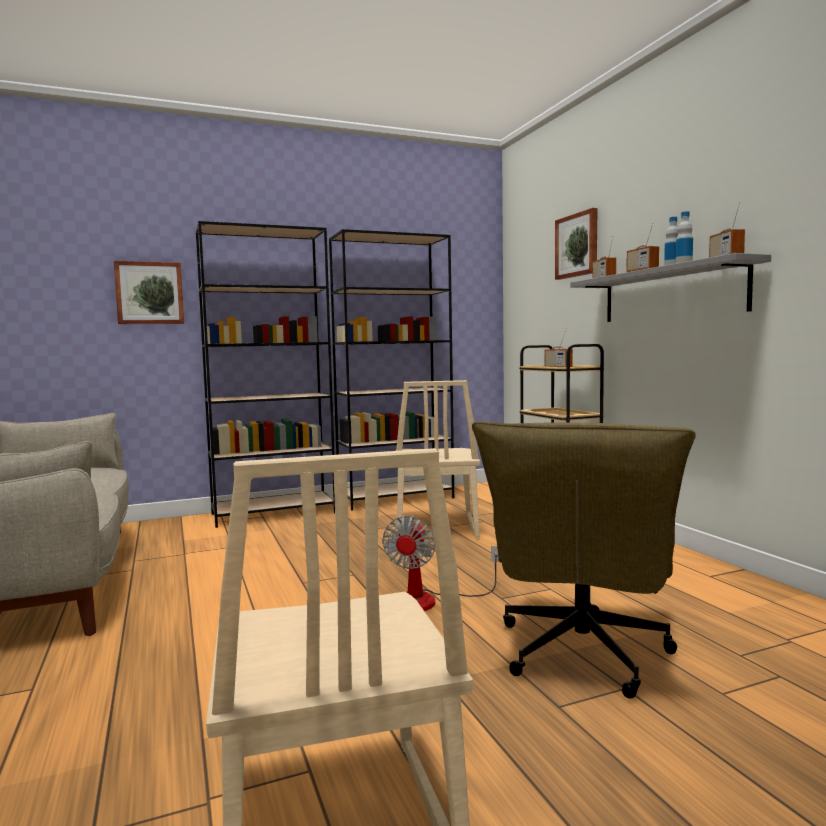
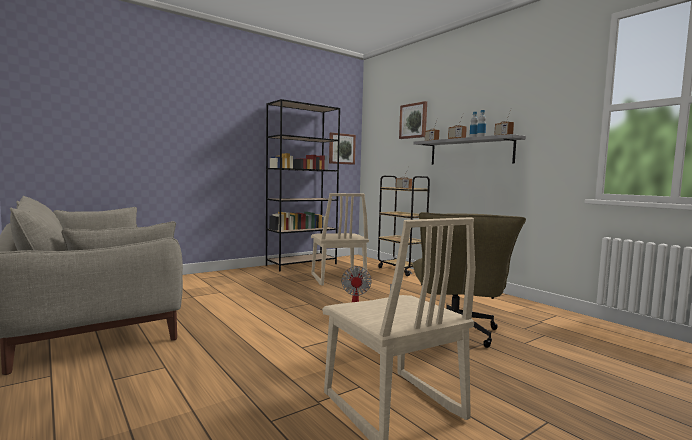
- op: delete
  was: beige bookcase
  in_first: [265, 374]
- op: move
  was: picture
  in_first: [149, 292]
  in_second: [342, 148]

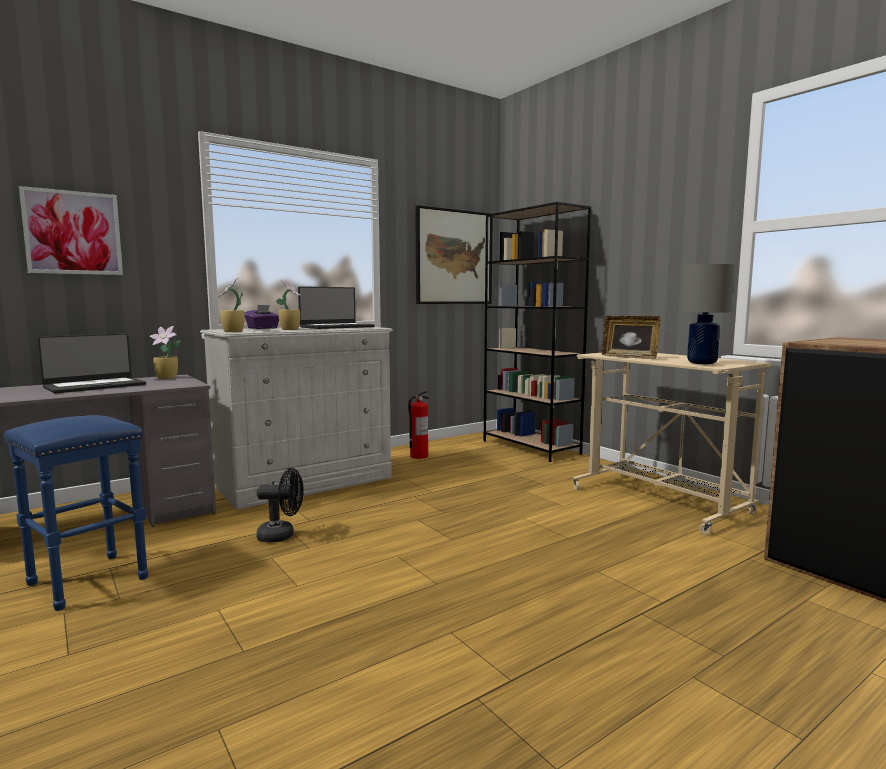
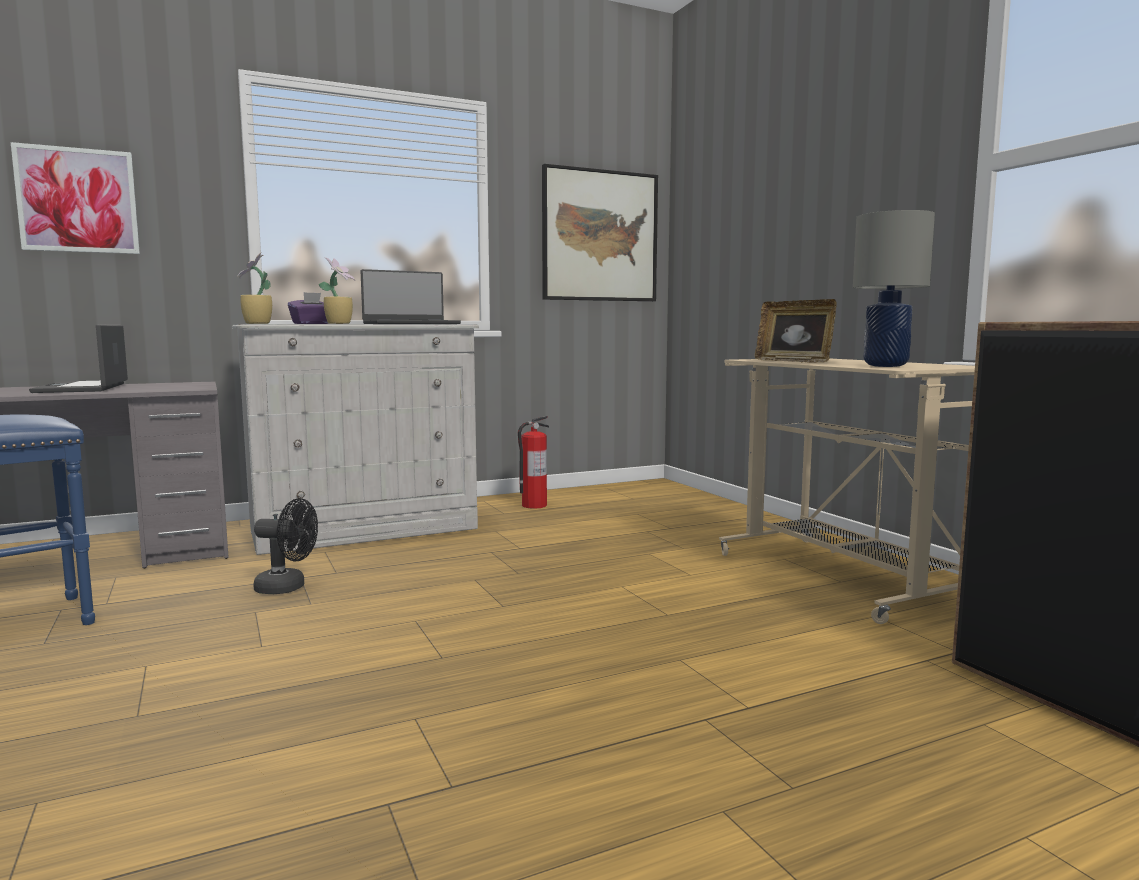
- op: delete
  was: potted plant
  in_first: [165, 352]
- op: delete
  was: beige bookcase
  in_first: [537, 332]
- op: rotate
  was: laptop
  in_first: [91, 363]
  in_second: [78, 358]
  clockwise: 105

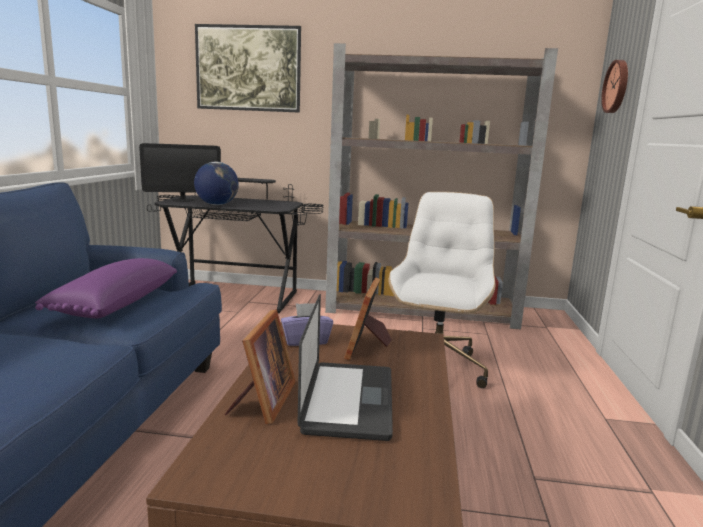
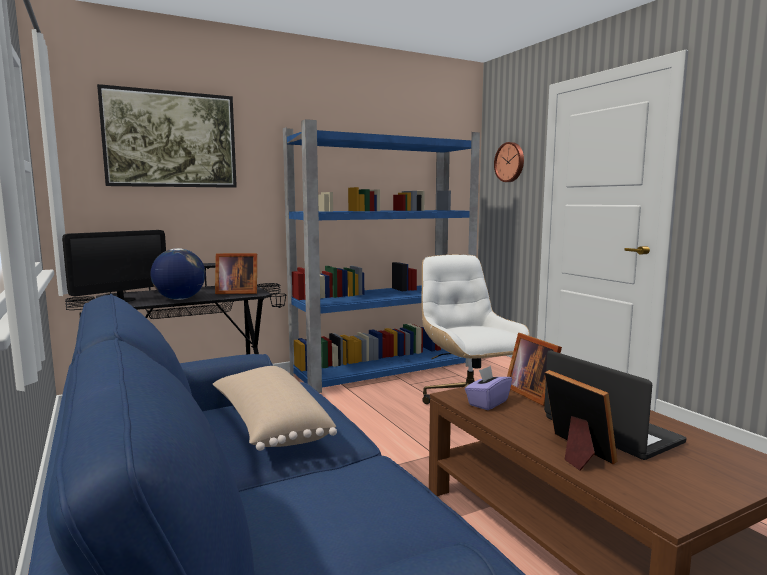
- op: insert
  now: picture frame
  in_second: [236, 273]
- op: recolor
  was: purple pillow
  now: beige pillow
  in_first: [106, 288]
  in_second: [275, 408]
- op: recolor
  was: brown bookcase
  now: blue bookcase
  in_first: [441, 186]
  in_second: [381, 256]

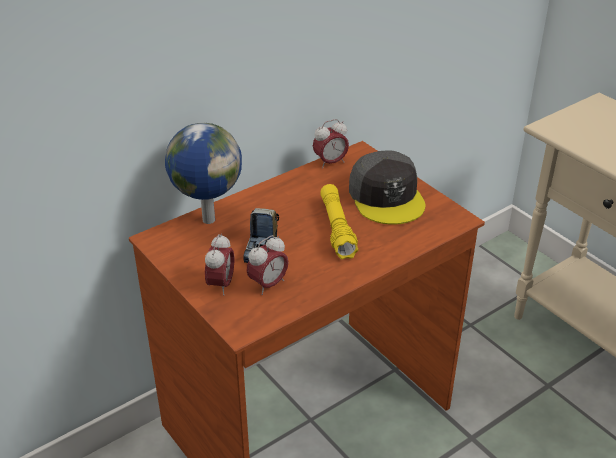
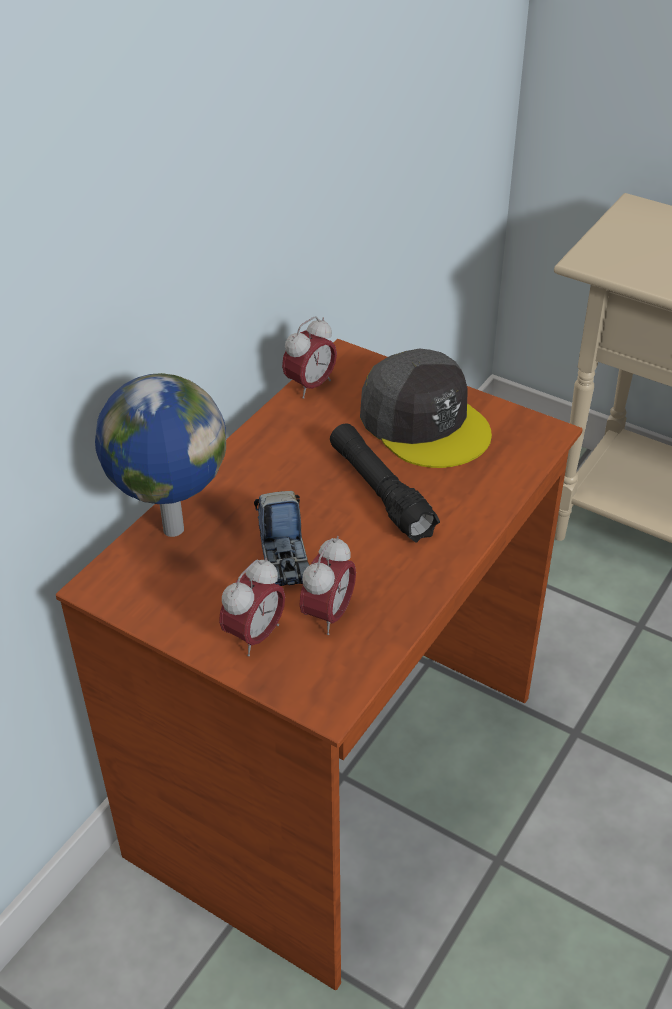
- op: recolor
  was: yellow flashlight
  now: black flashlight
  in_first: [339, 222]
  in_second: [385, 483]
- op: rotate
  was: alarm clock
  in_first: [219, 264]
  in_second: [252, 607]
  clockwise: 45

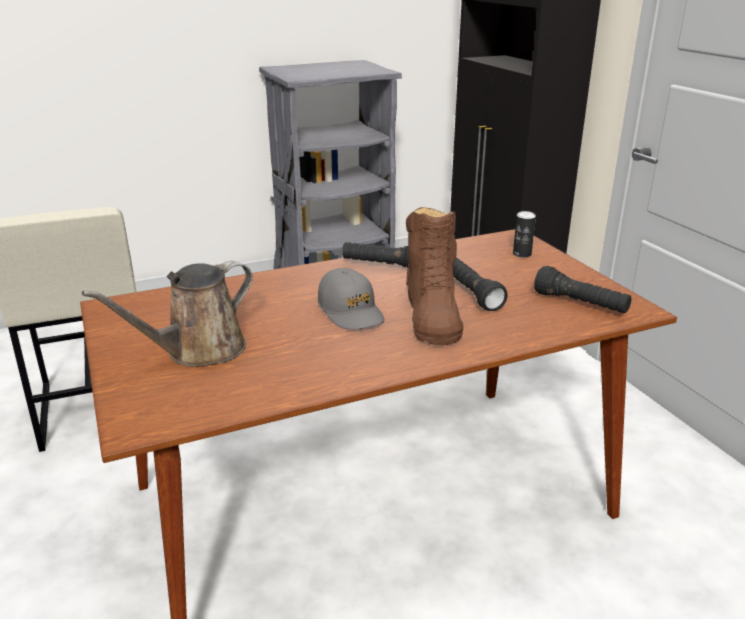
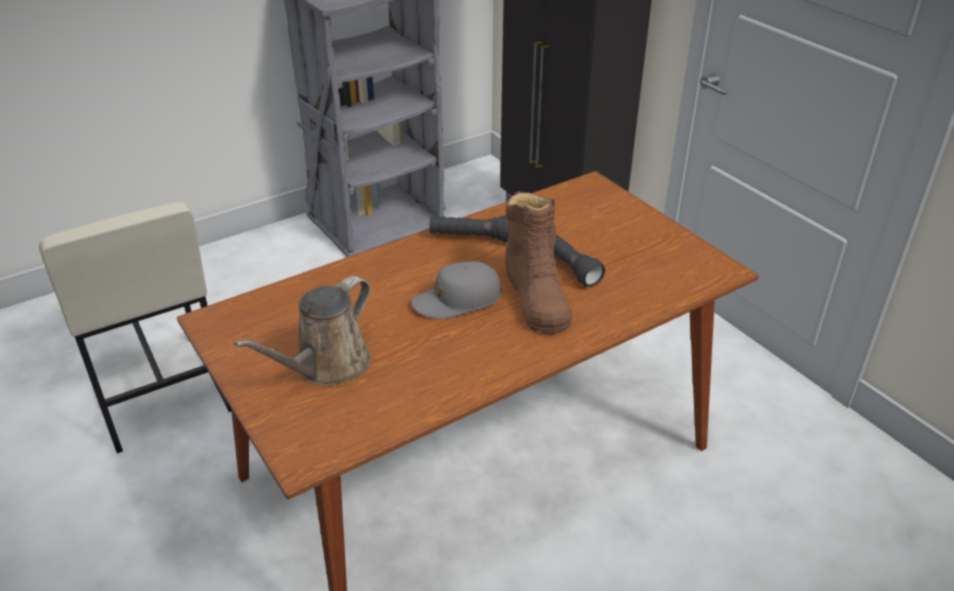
- op: delete
  was: can
  in_first: [524, 234]
- op: delete
  was: black flashlight
  in_first: [583, 290]
- op: rotate
  was: grey cap
  in_first: [351, 298]
  in_second: [456, 290]
  clockwise: 105

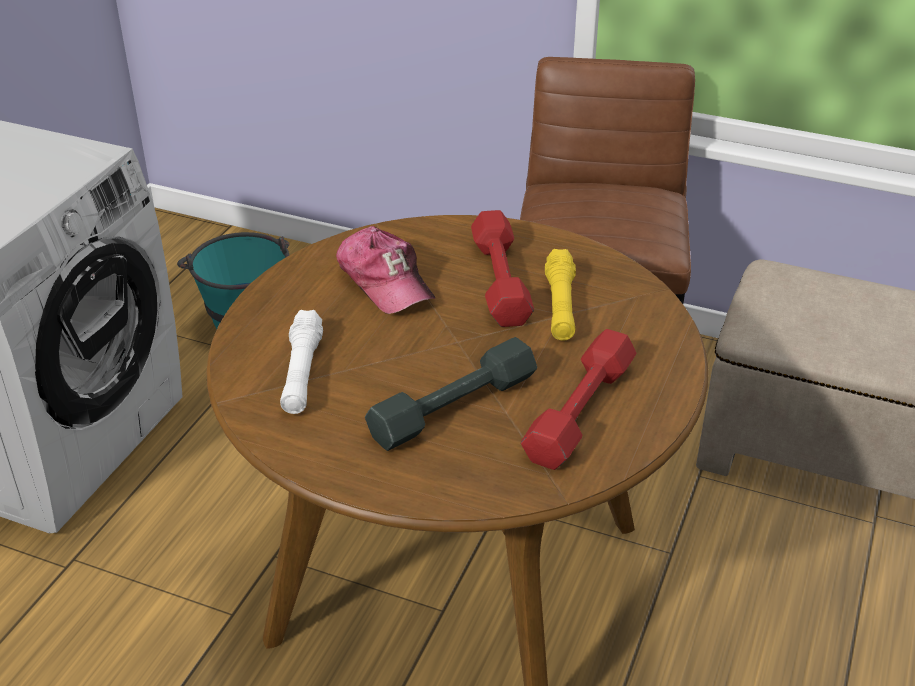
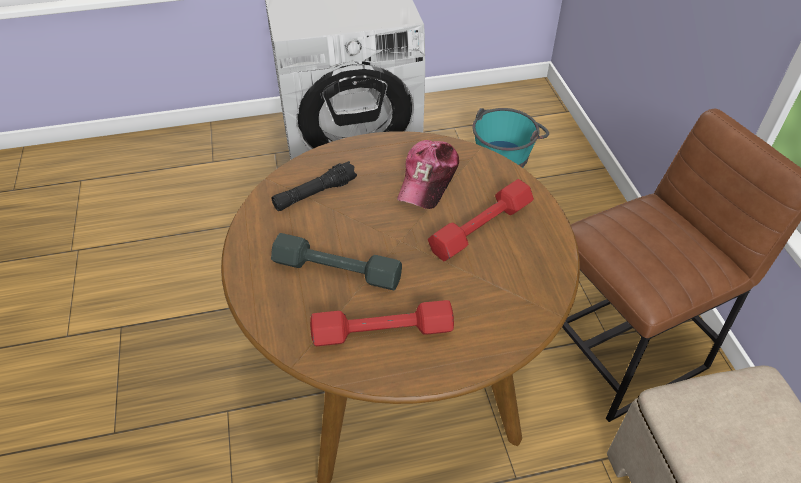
- op: delete
  was: yellow flashlight
  in_first: [560, 295]
- op: recolor
  was: white flashlight
  now: black flashlight
  in_first: [301, 362]
  in_second: [314, 186]

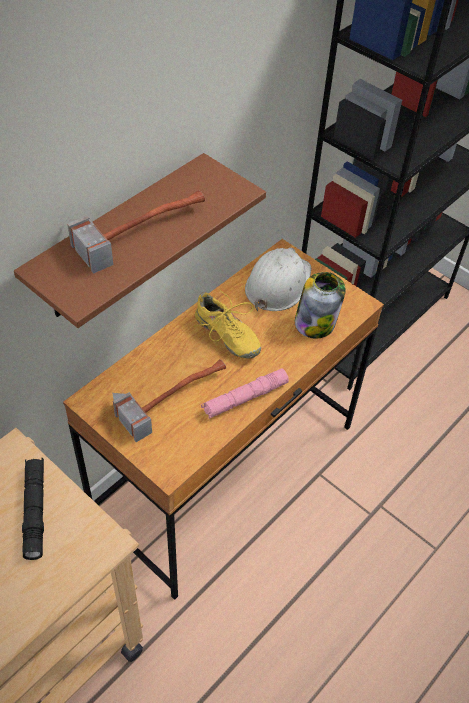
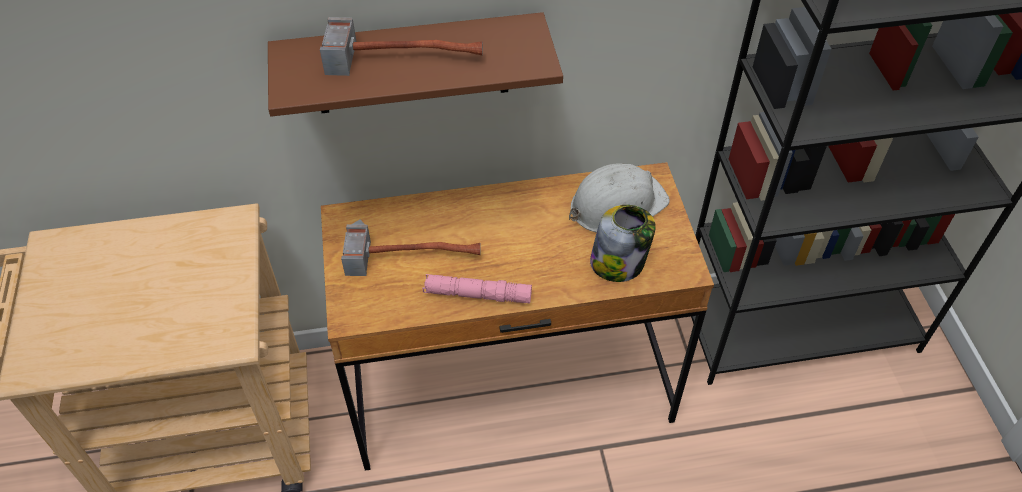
- op: delete
  was: black flashlight
  in_first: [33, 509]
- op: delete
  was: yellow shoe
  in_first: [227, 324]

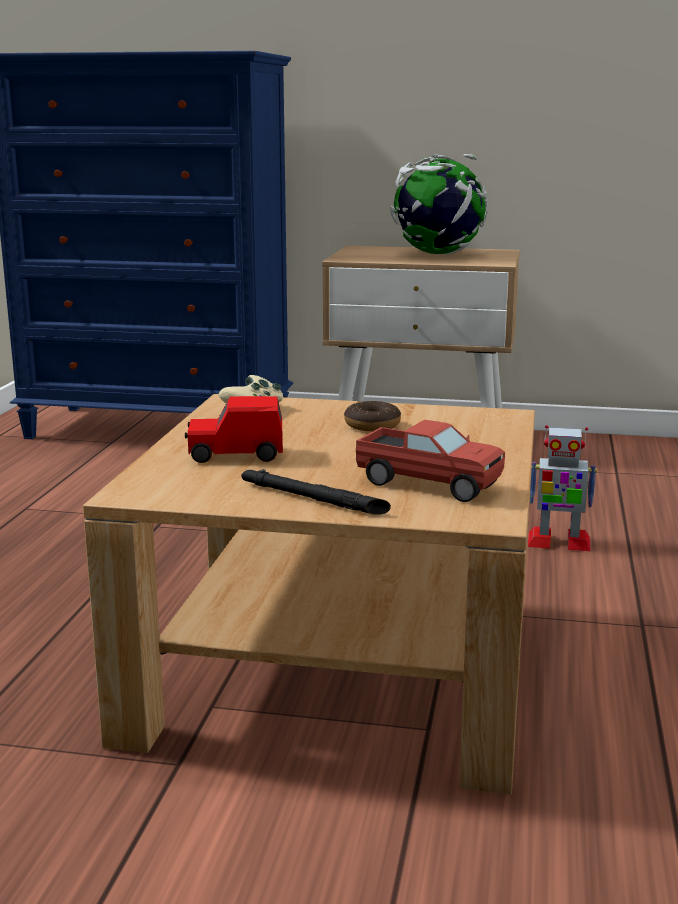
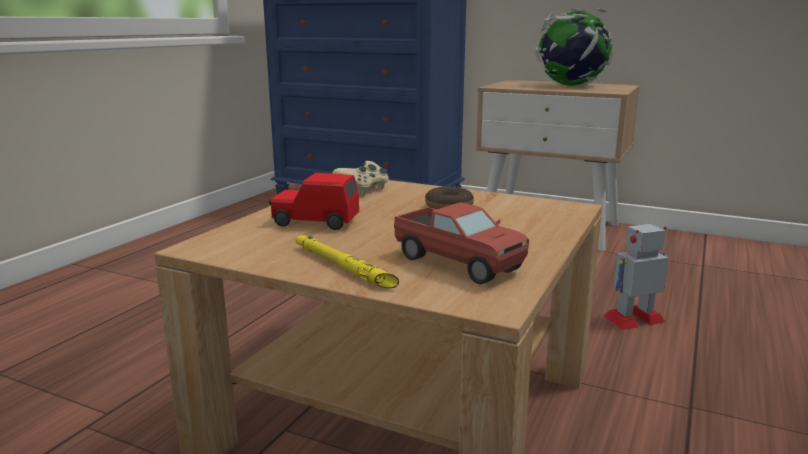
- op: recolor
  was: black flashlight
  now: yellow flashlight
  in_first: [316, 492]
  in_second: [347, 261]
- op: rotate
  was: toy robot
  in_first: [562, 488]
  in_second: [635, 277]
  clockwise: 135

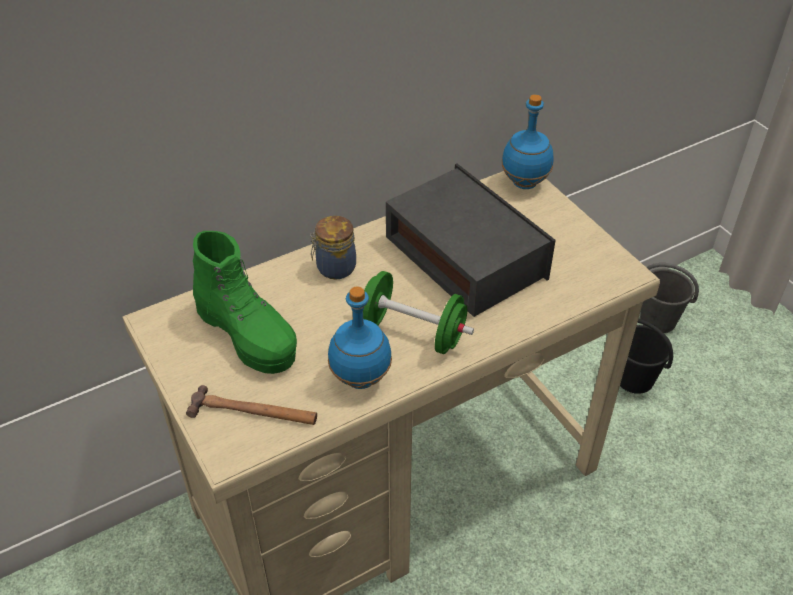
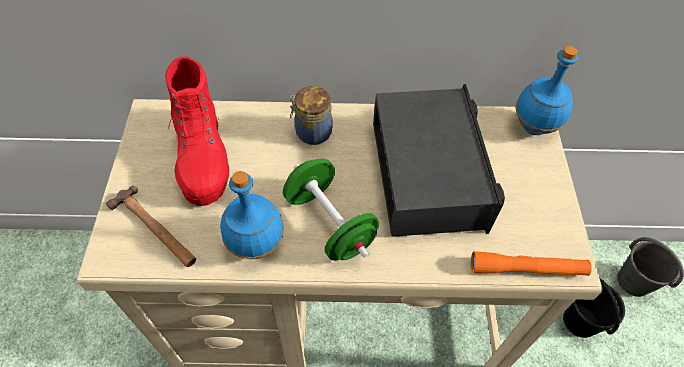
- op: insert
  now: orange flashlight
  in_second: [531, 263]
- op: recolor
  was: green boot
  now: red boot
  in_first: [245, 302]
  in_second: [197, 131]

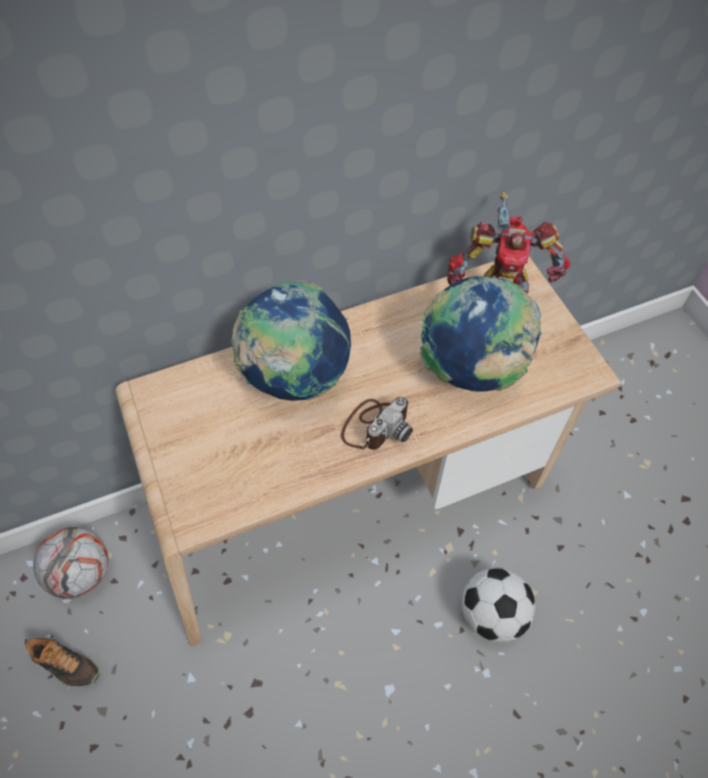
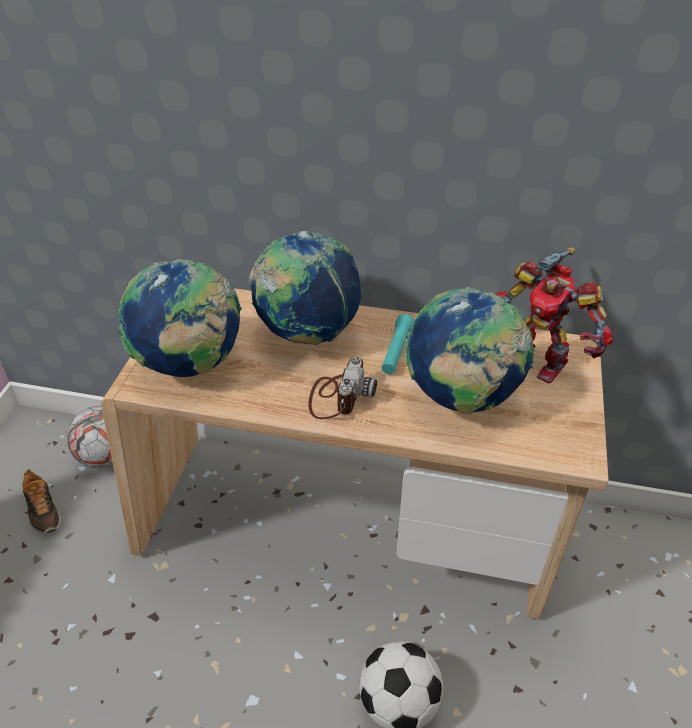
- op: insert
  now: globe
  in_second: [179, 318]
- op: insert
  now: turquoise flashlight
  in_second: [397, 344]
- op: rotate
  was: photo camera
  in_first: [377, 423]
  in_second: [343, 388]
  clockwise: -60

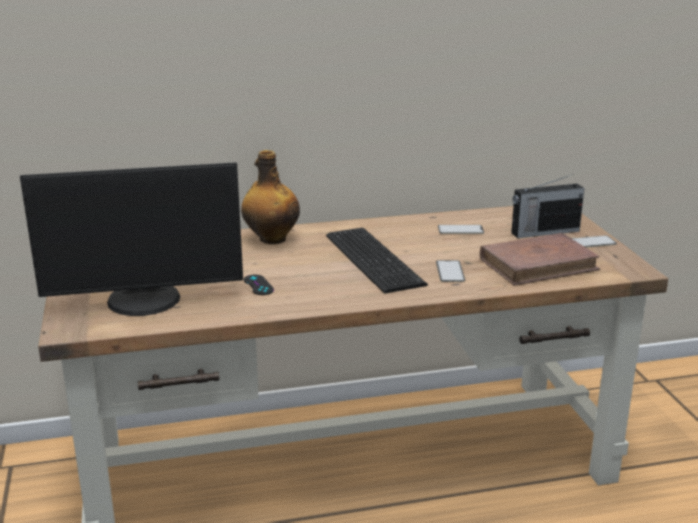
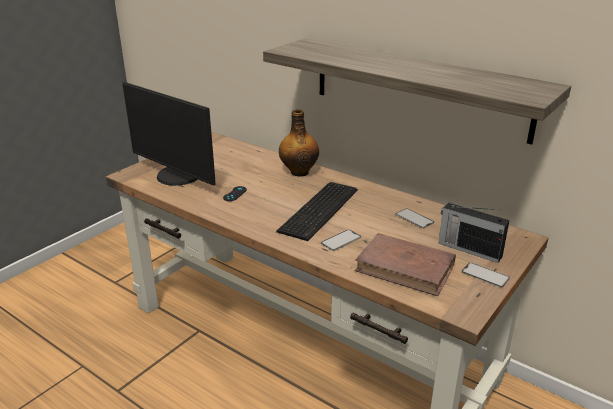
- op: insert
  now: shelf
  in_second: [417, 91]

